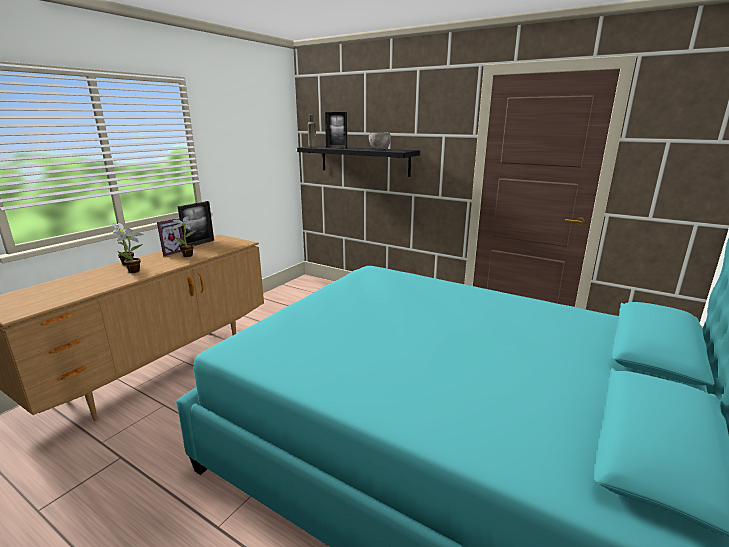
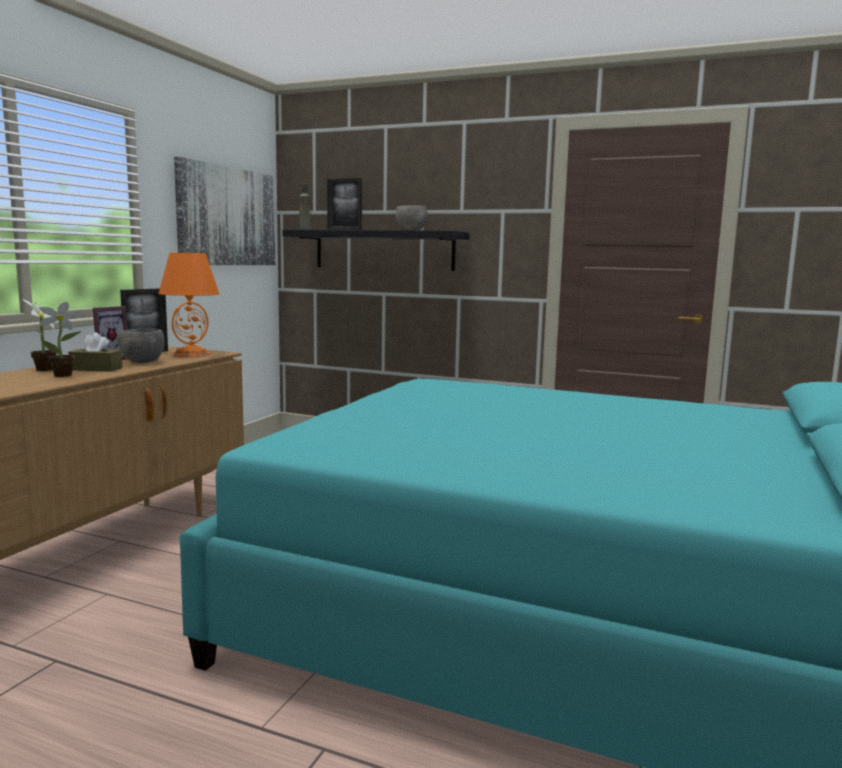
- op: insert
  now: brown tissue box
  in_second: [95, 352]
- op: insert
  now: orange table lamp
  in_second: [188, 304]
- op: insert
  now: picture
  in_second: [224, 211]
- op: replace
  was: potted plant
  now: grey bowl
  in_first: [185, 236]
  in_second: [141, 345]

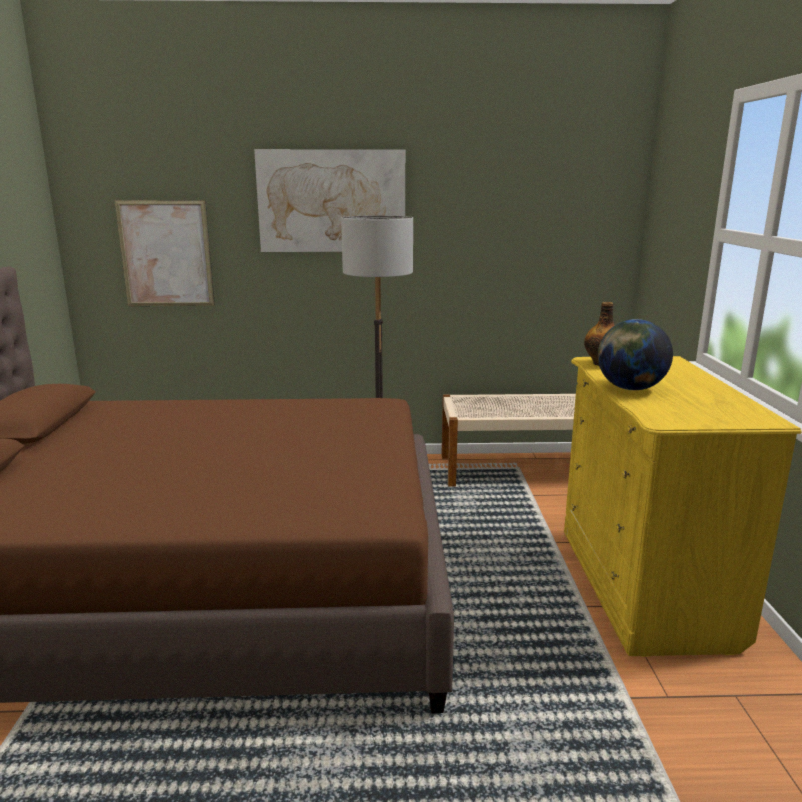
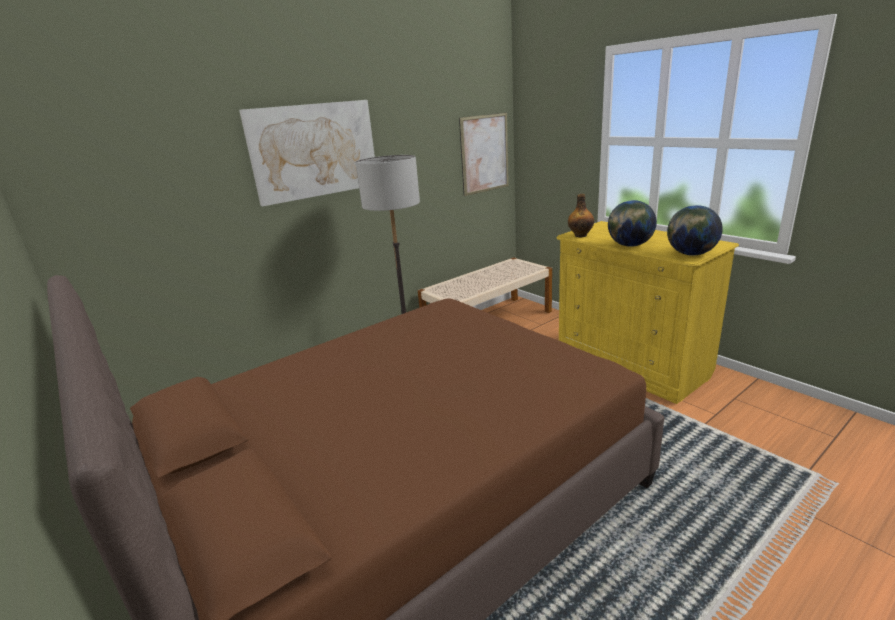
- op: insert
  now: globe
  in_second: [695, 230]
- op: move
  was: picture
  in_first: [164, 253]
  in_second: [484, 154]

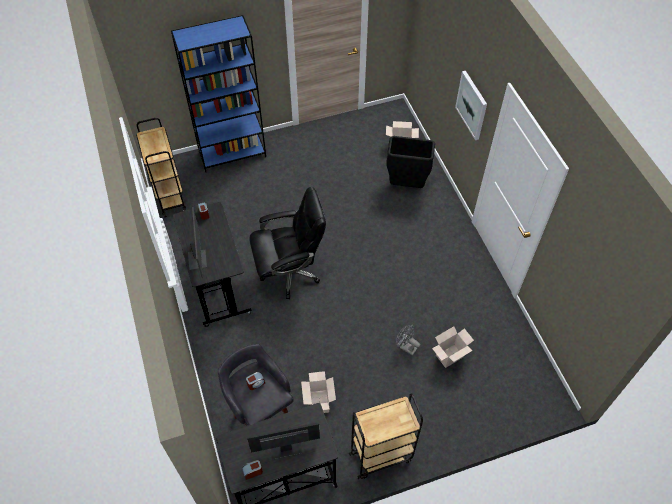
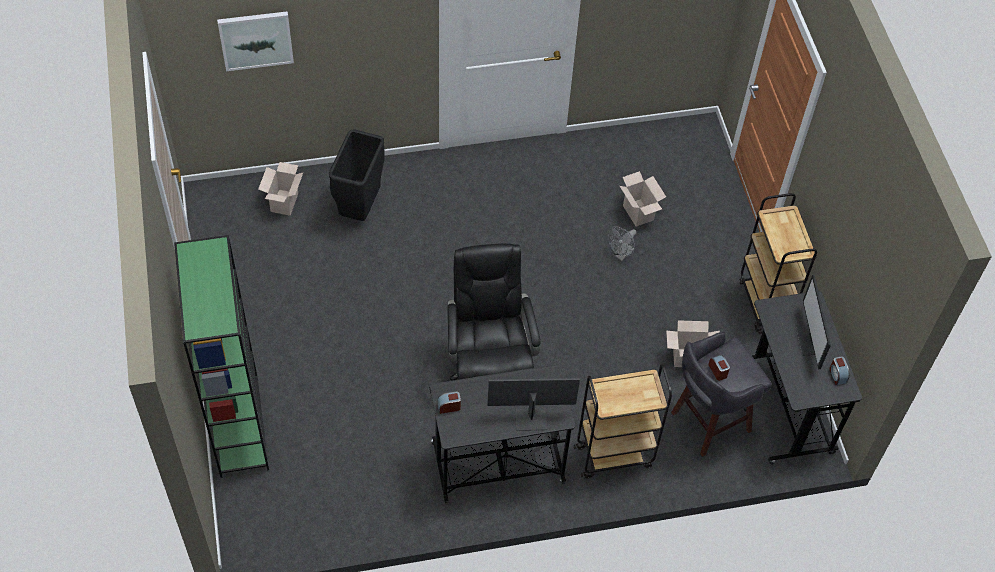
- op: move
  was: brown cart
  in_first: [161, 168]
  in_second: [623, 421]
- op: move
  was: picture
  in_first: [471, 105]
  in_second: [255, 41]
- op: recolor
  was: blue bookcase
  now: green bookcase
  in_first: [218, 93]
  in_second: [221, 356]

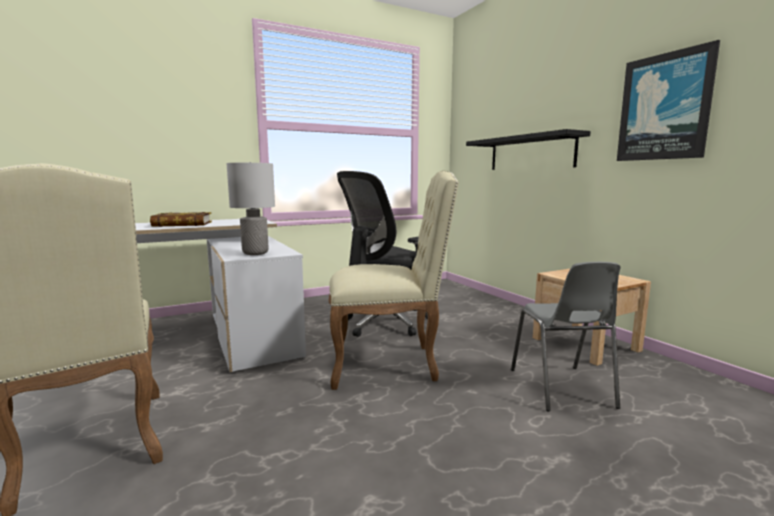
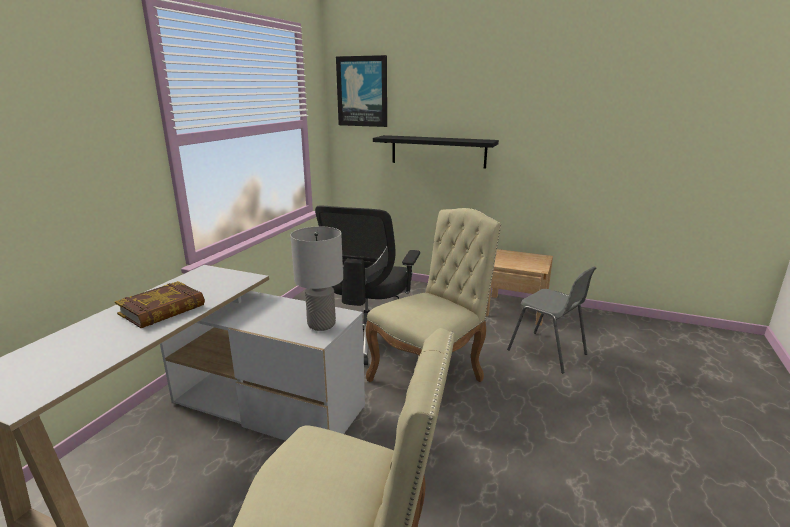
- op: move
  was: picture
  in_first: [668, 100]
  in_second: [361, 91]

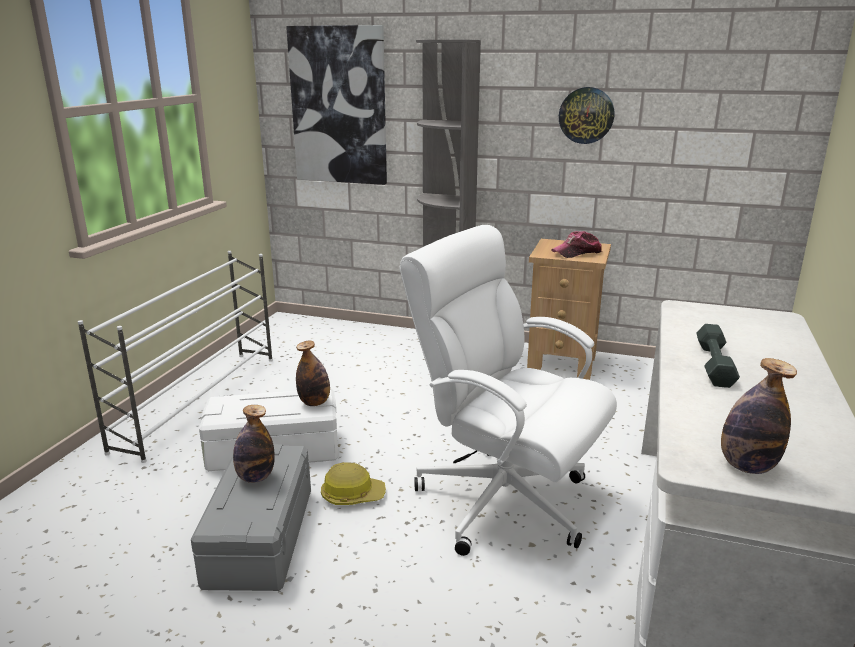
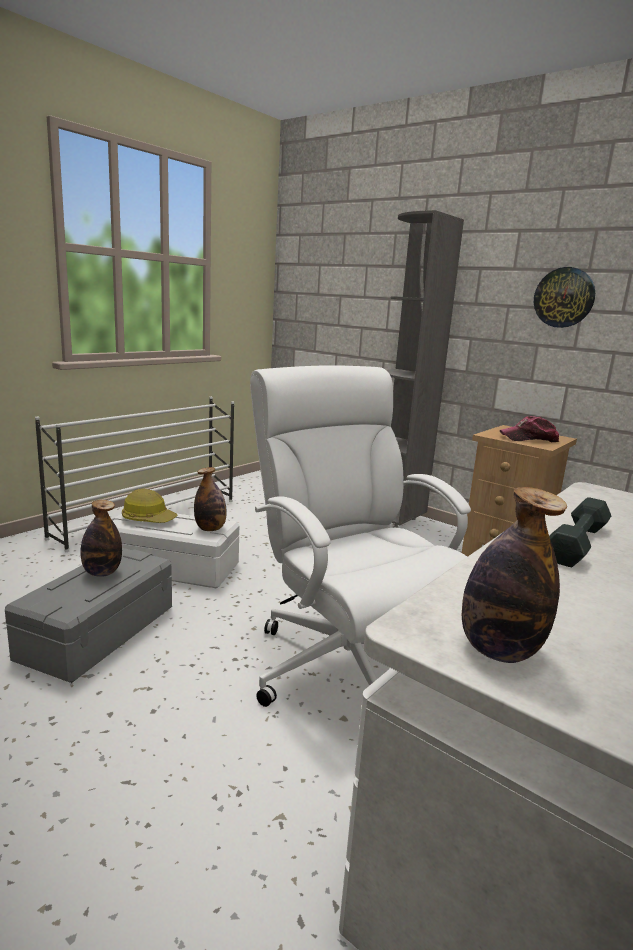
- op: delete
  was: picture
  in_first: [336, 105]
- op: move
  was: hard hat
  in_first: [353, 483]
  in_second: [150, 505]

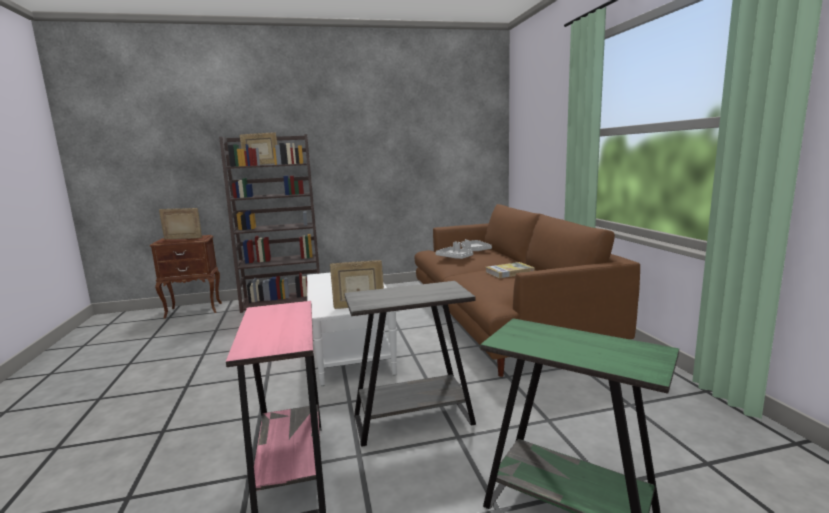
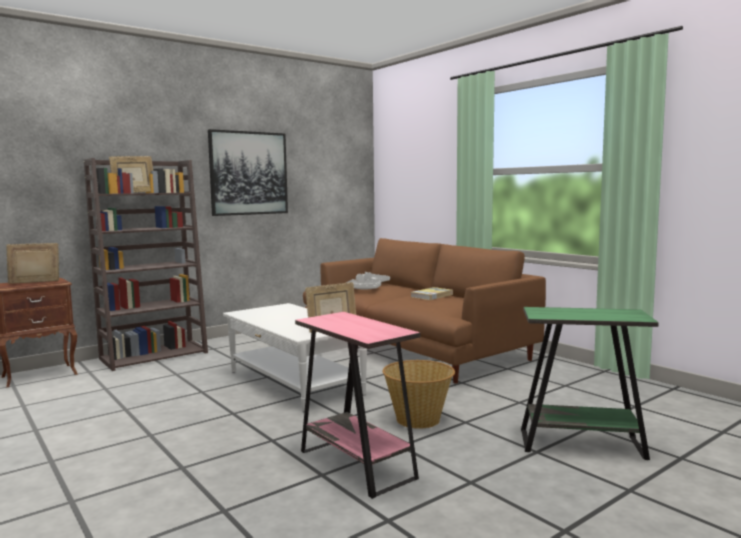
- op: insert
  now: picture
  in_second: [248, 172]
- op: replace
  was: grey side table
  now: basket
  in_first: [410, 364]
  in_second: [419, 394]

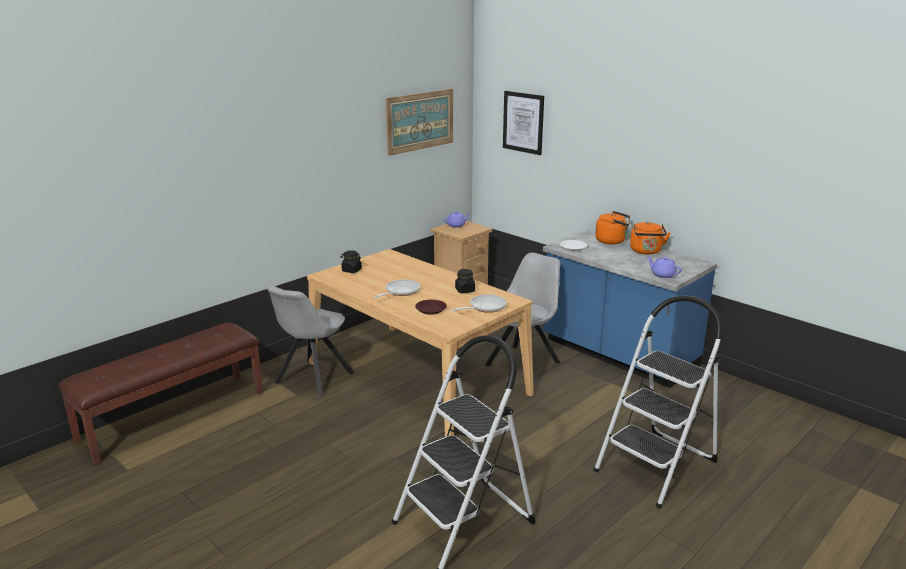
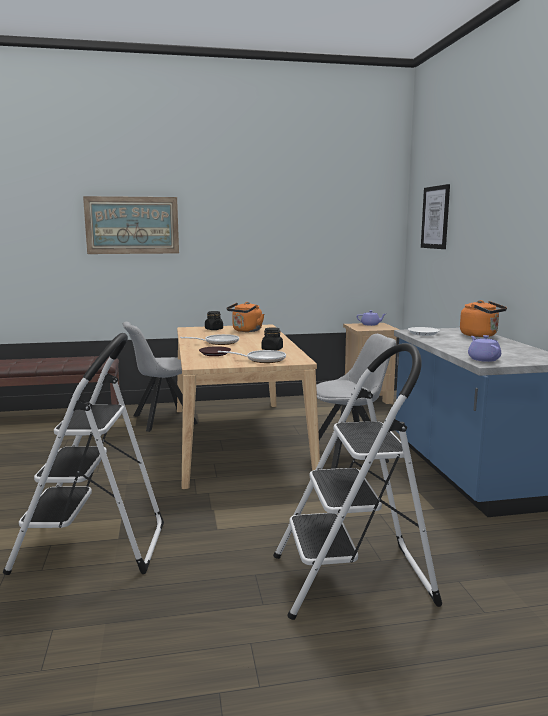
- op: move
  was: picture
  in_first: [419, 122]
  in_second: [131, 225]
- op: move
  was: orange kettle
  in_first: [650, 238]
  in_second: [245, 317]

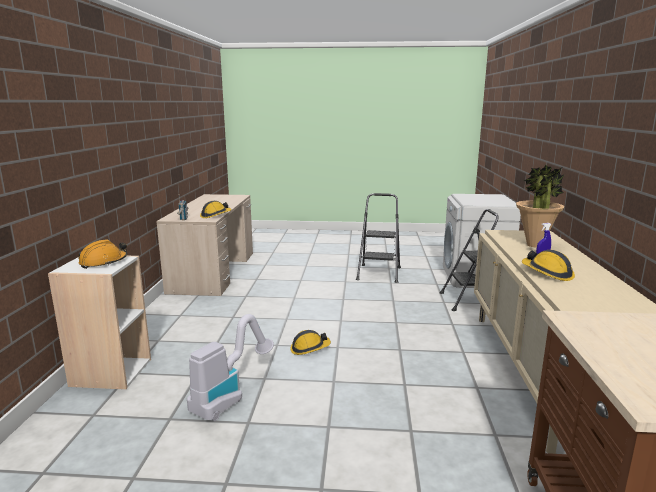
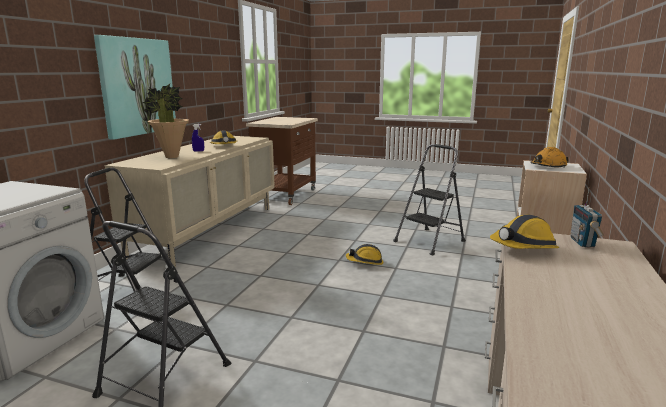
- op: insert
  now: picture
  in_second: [135, 87]
- op: replace
  was: vacuum cleaner
  now: black step ladder
  in_first: [230, 367]
  in_second: [429, 199]

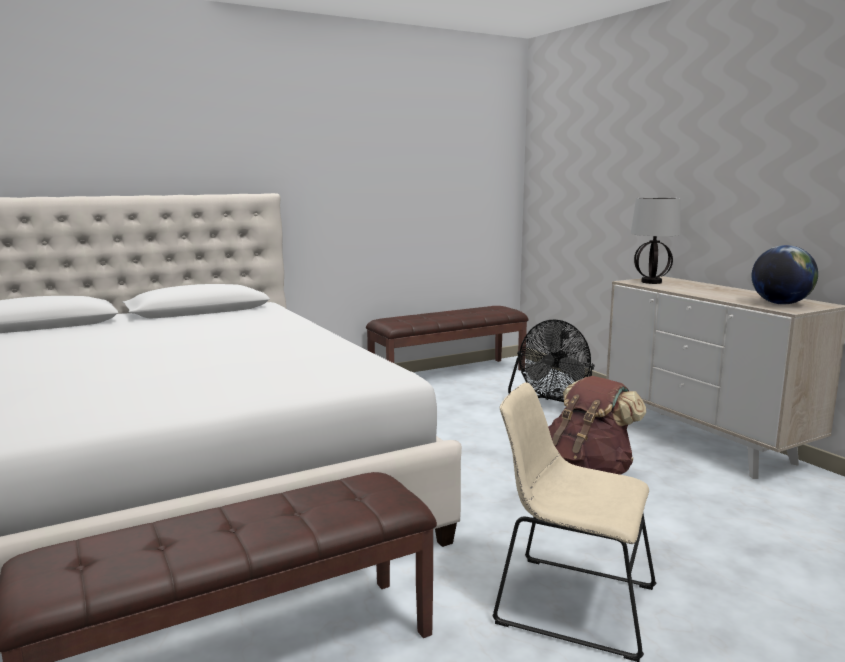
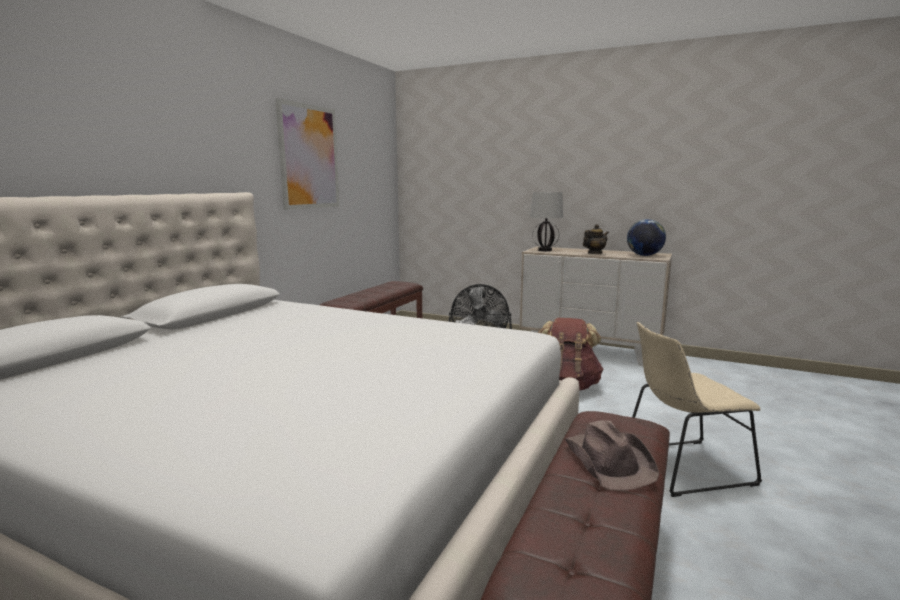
- op: insert
  now: picture
  in_second: [307, 154]
- op: insert
  now: brown hat
  in_second: [612, 455]
- op: insert
  now: teapot
  in_second: [596, 239]

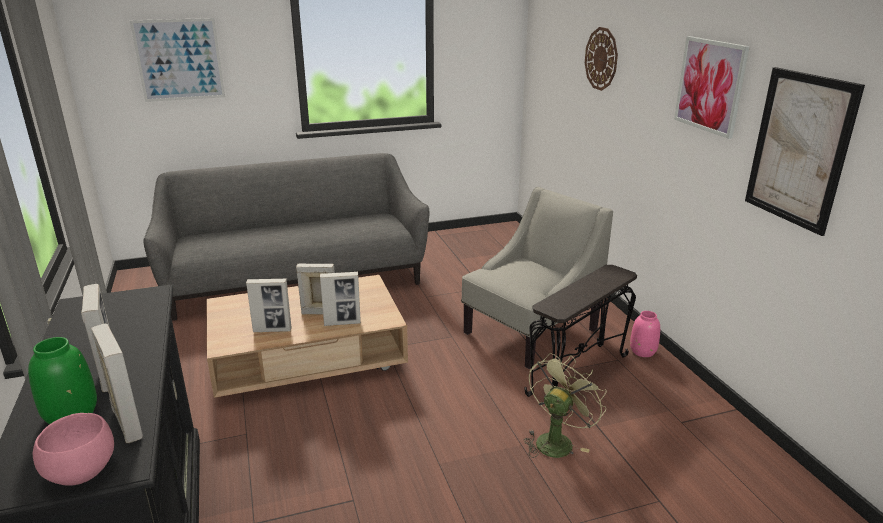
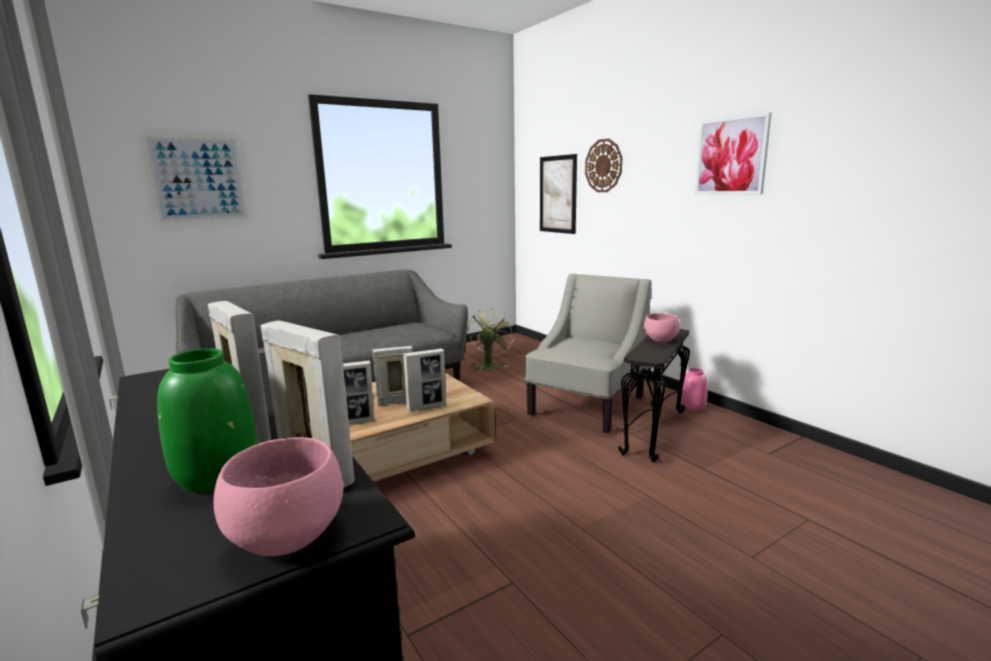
- op: insert
  now: pink bowl
  in_second: [662, 327]
- op: move
  was: green fan
  in_first: [565, 405]
  in_second: [491, 340]
- op: move
  was: picture
  in_first: [805, 151]
  in_second: [558, 194]

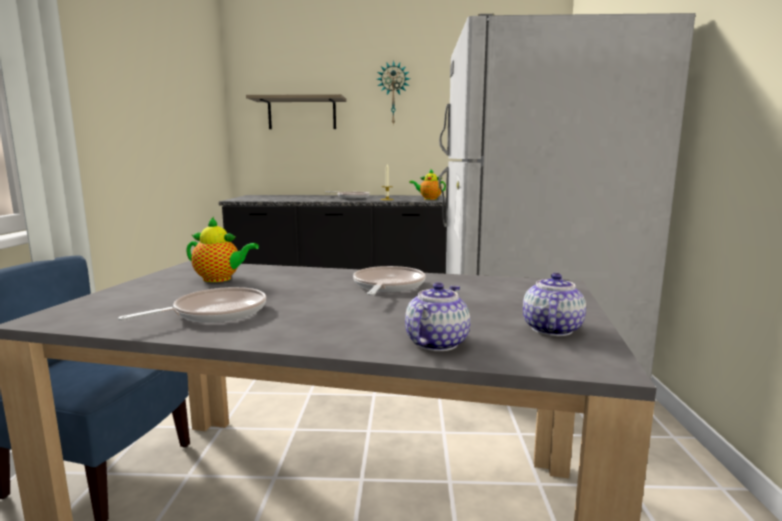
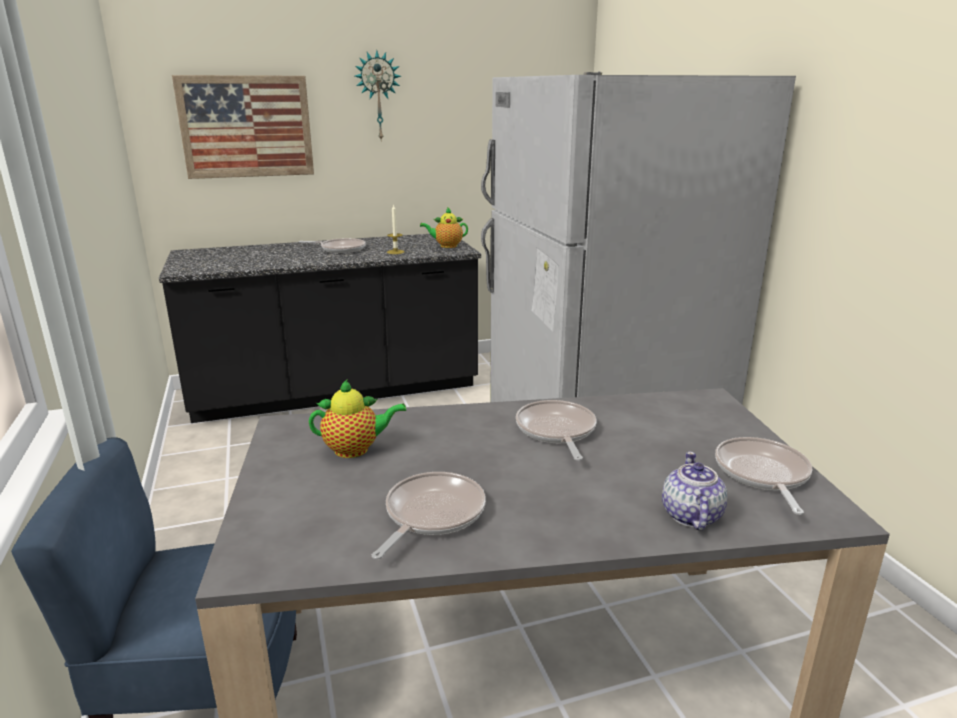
- op: replace
  was: shelf
  now: picture
  in_first: [296, 111]
  in_second: [243, 127]
- op: replace
  was: teapot
  now: frying pan
  in_first: [554, 304]
  in_second: [763, 476]

